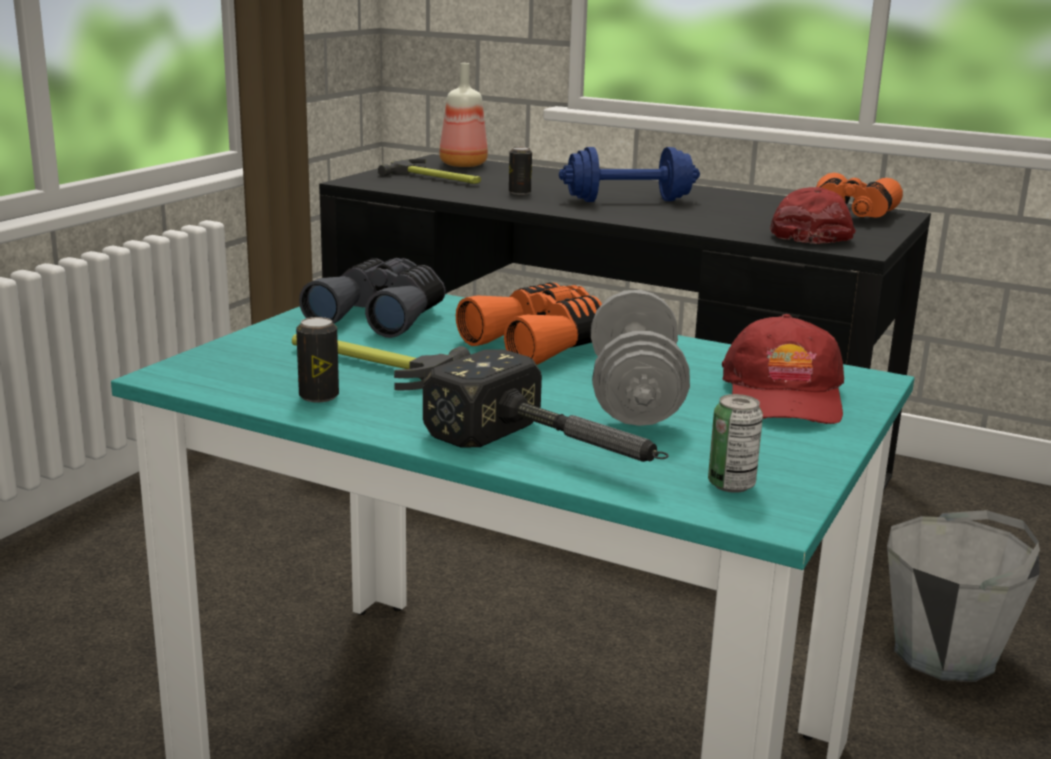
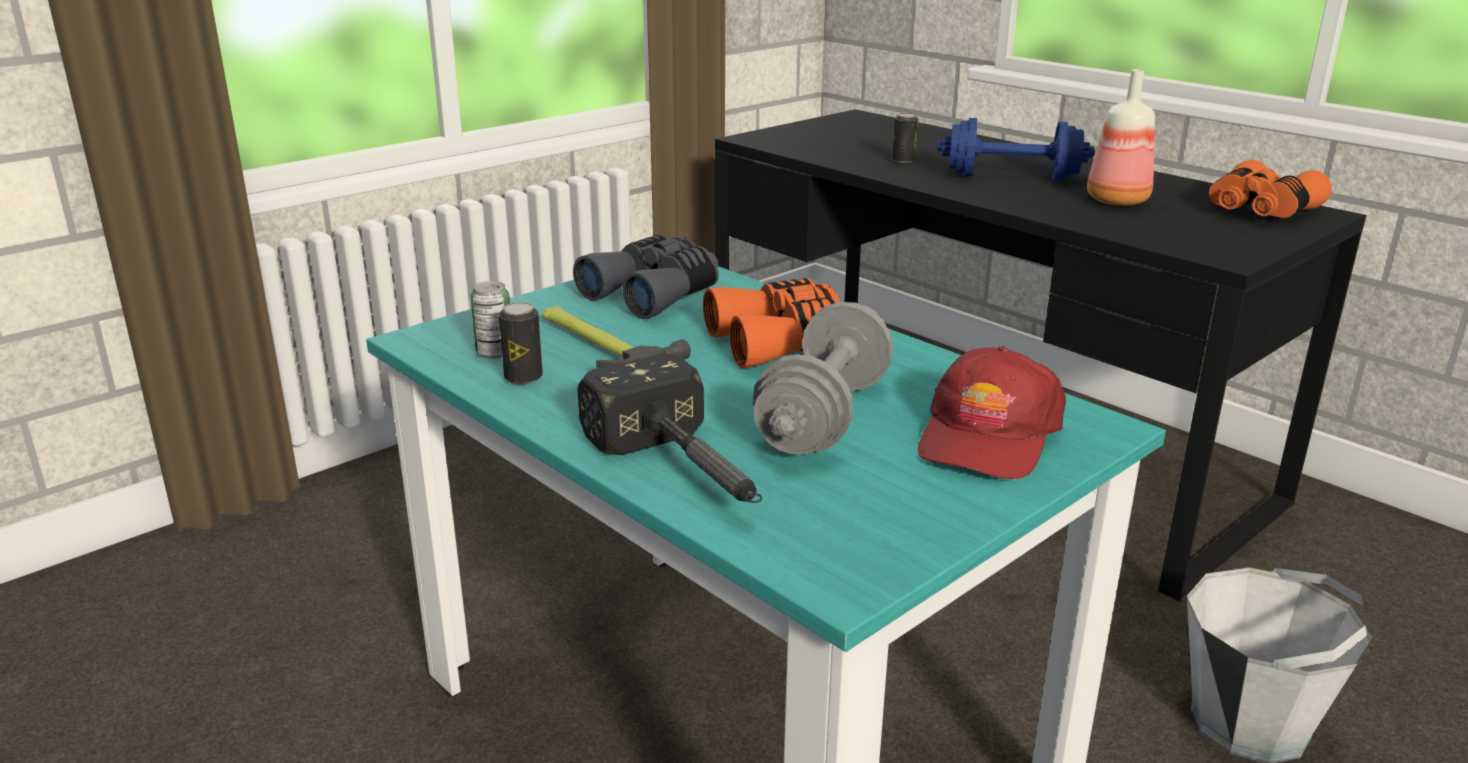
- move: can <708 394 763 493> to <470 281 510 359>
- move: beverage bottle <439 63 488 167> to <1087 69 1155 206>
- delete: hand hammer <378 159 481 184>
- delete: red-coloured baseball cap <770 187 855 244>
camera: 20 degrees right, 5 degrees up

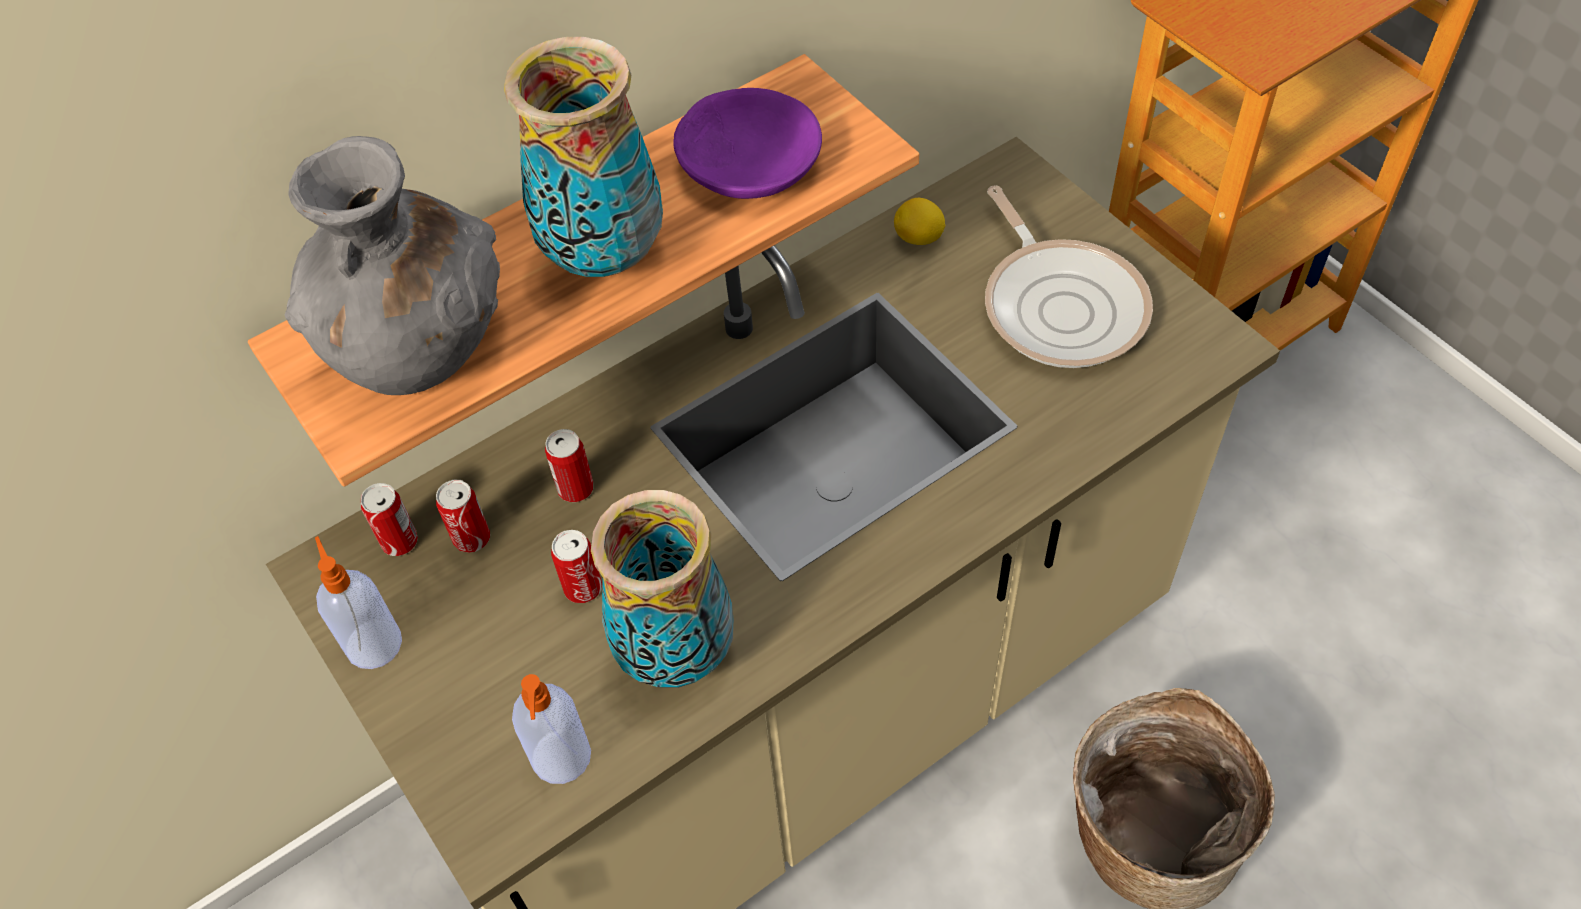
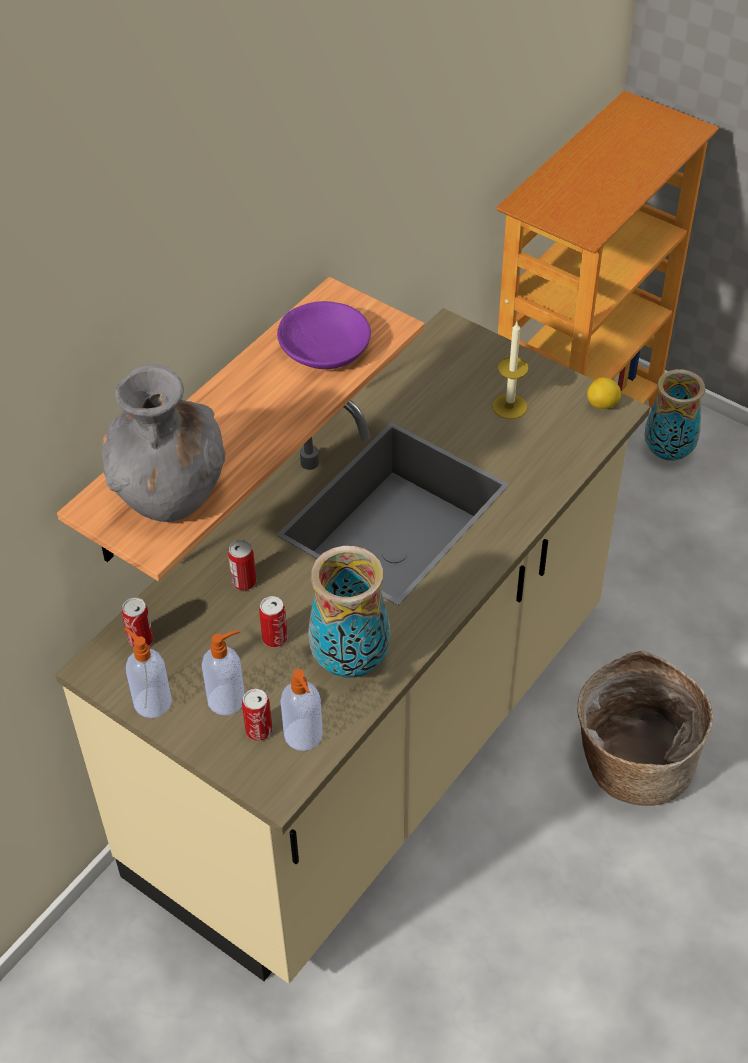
- insert: soap bottle <202 630 245 715>
- move: can <436 480 490 553> to <242 689 272 741>
- replace: skillet <985 185 1153 368> to candle <492 322 529 419>
- move: whole lemon <894 198 945 245> to <587 377 621 409>
- move: vase <504 37 663 277> to <644 369 705 460>
camera: 20 degrees left, 5 degrees down

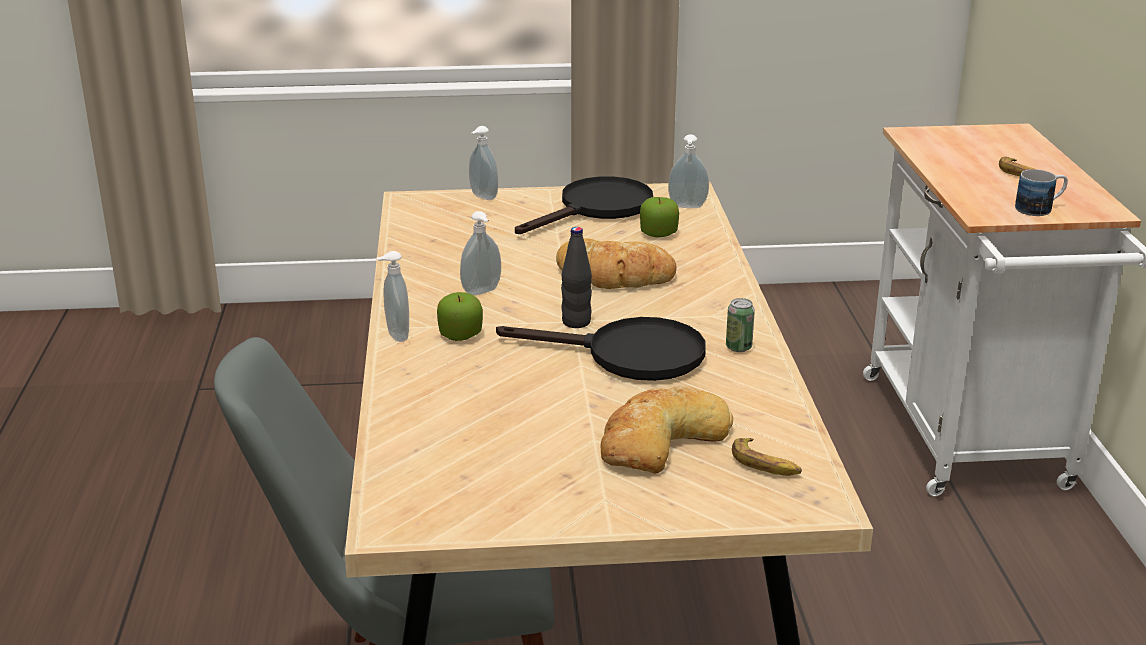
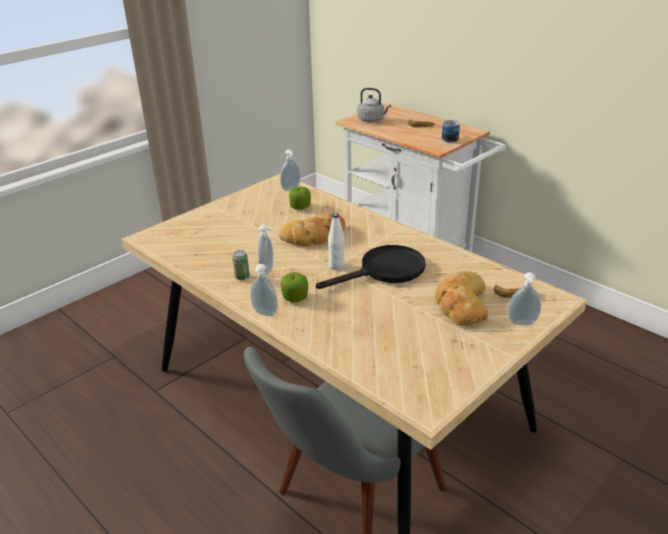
- move: can <726 298 755 352> to <232 250 250 280>
- recolor: blackish beverage bottle <561 227 592 328> to white beverage bottle <328 213 345 270>
- insert: gray kettle <357 88 391 122>
- move: soap bottle <469 126 498 200> to <508 272 541 325>
- delete: blackish skillet <515 176 653 234>
camera: 40 degrees left, 5 degrees up

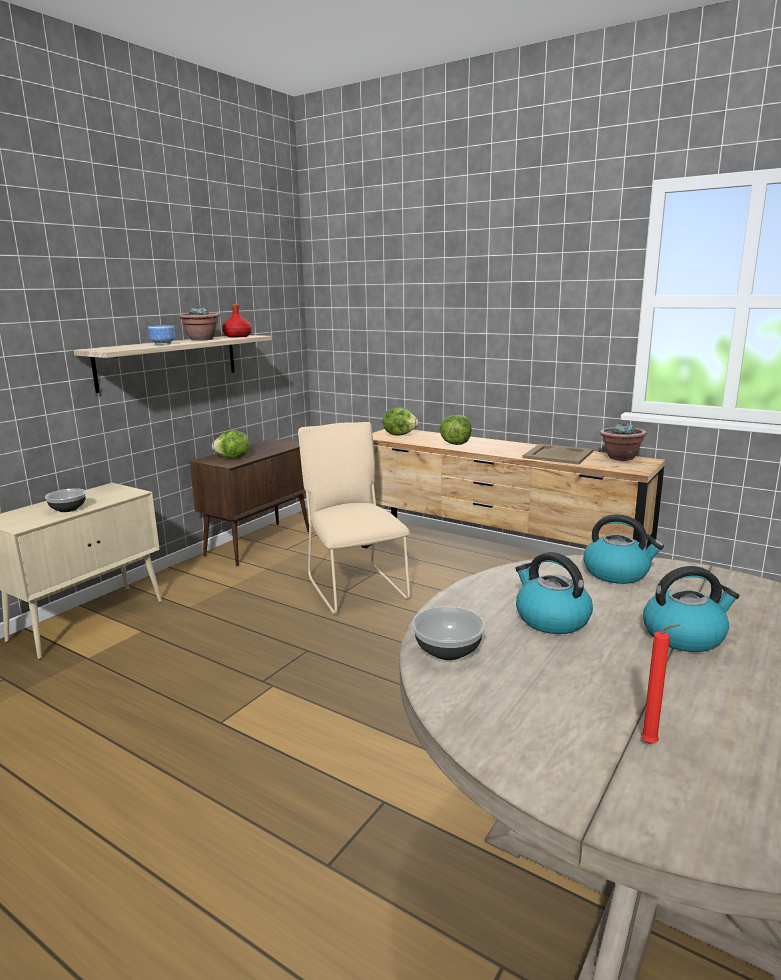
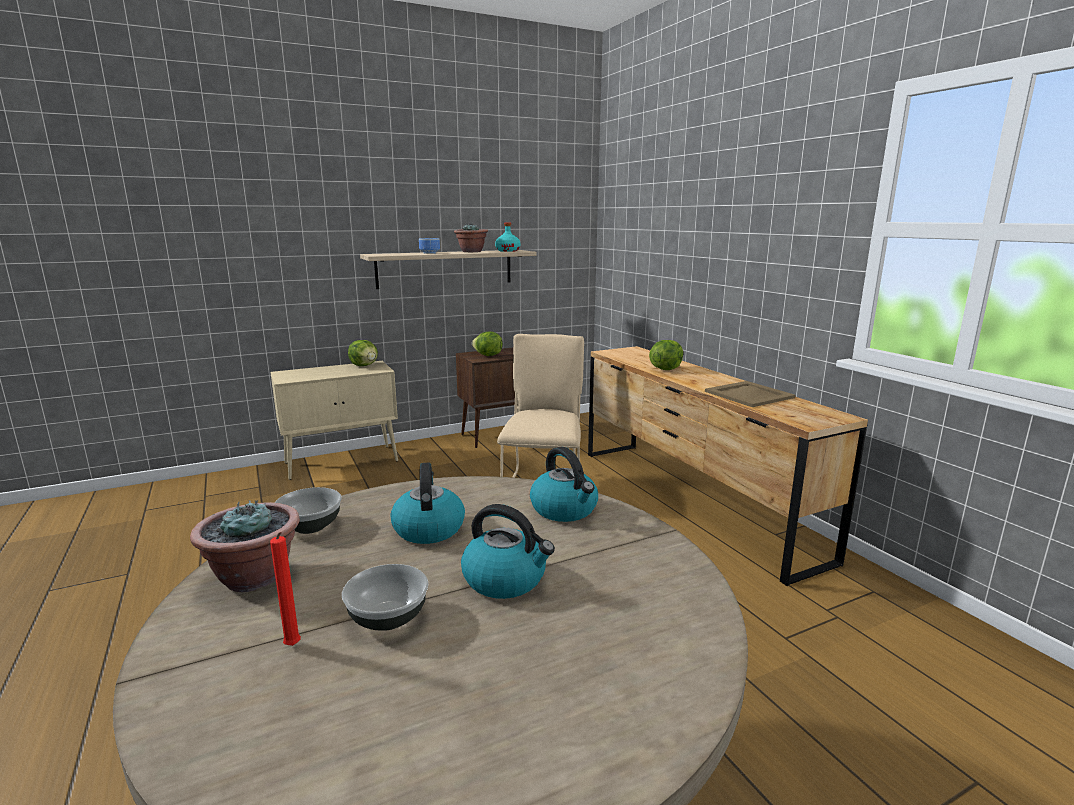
- move: potted plant <600 421 647 461> to <190 500 300 592>
- move: deep dish <45 488 86 512> to <342 564 429 631>
- move: lettuce <383 407 418 436> to <348 340 378 366>
- recolor: red-coloured beverage bottle <222 304 252 337> to blue-green beverage bottle <495 223 521 252>
camera: 30 degrees right, 0 degrees up

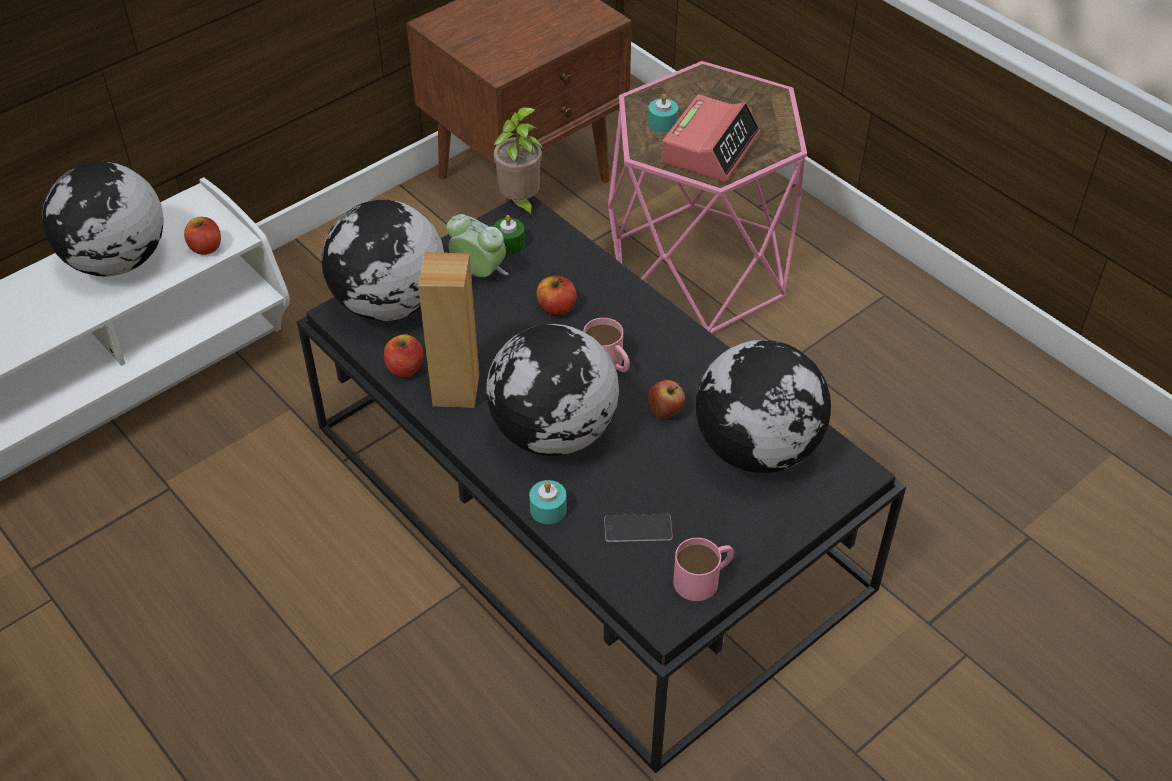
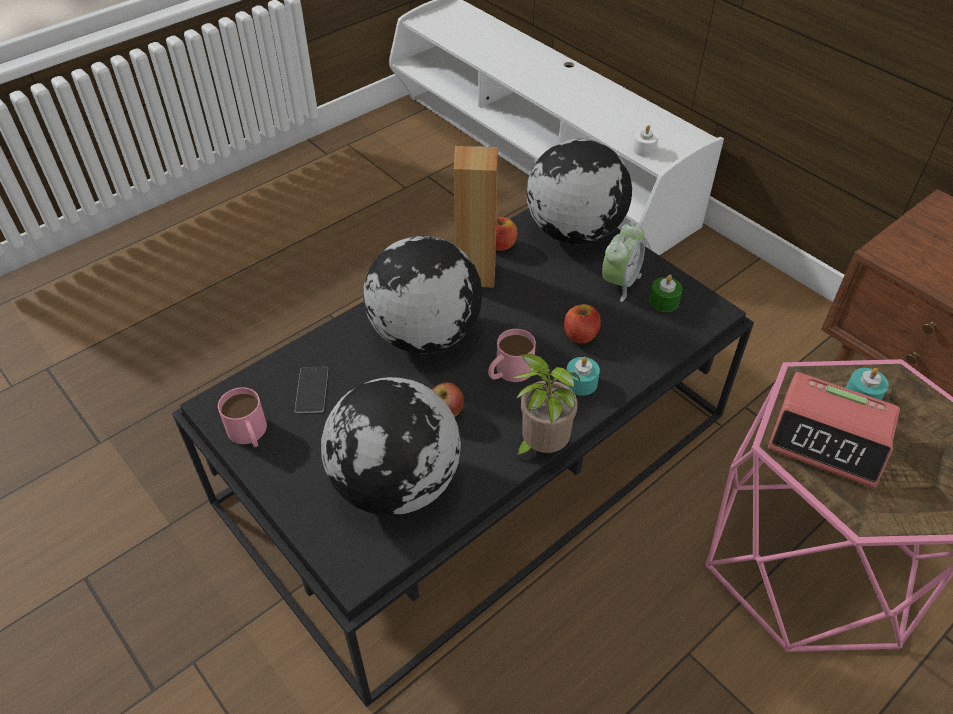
- move: potted plant <493 107 543 219> to <511 354 580 456>
- move: blue-green candle <529 480 567 524> to <565 357 600 396>
- replace: whole apple <184 217 221 255> to white candle <632 125 659 157>
- delete: desk globe <42 162 164 276>
camera: 90 degrees right, 0 degrees up

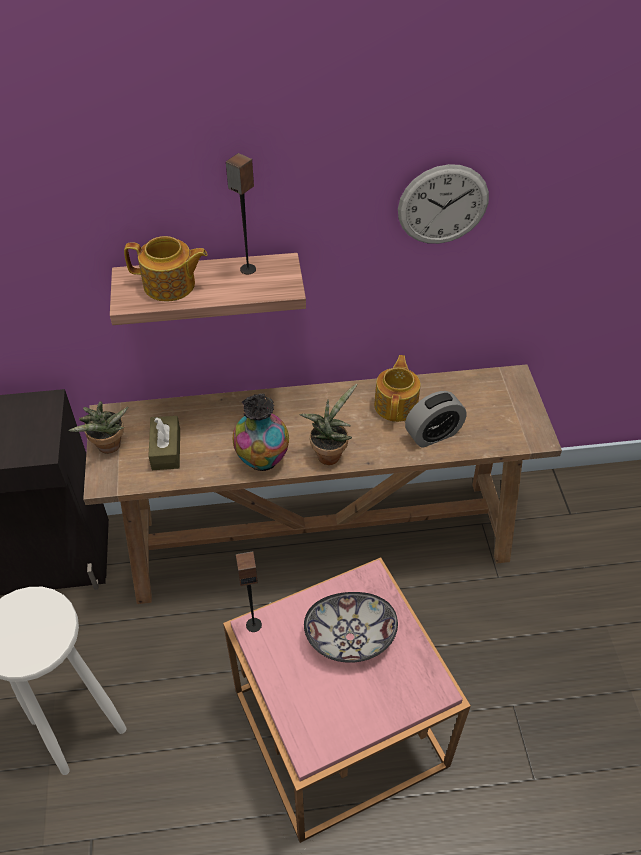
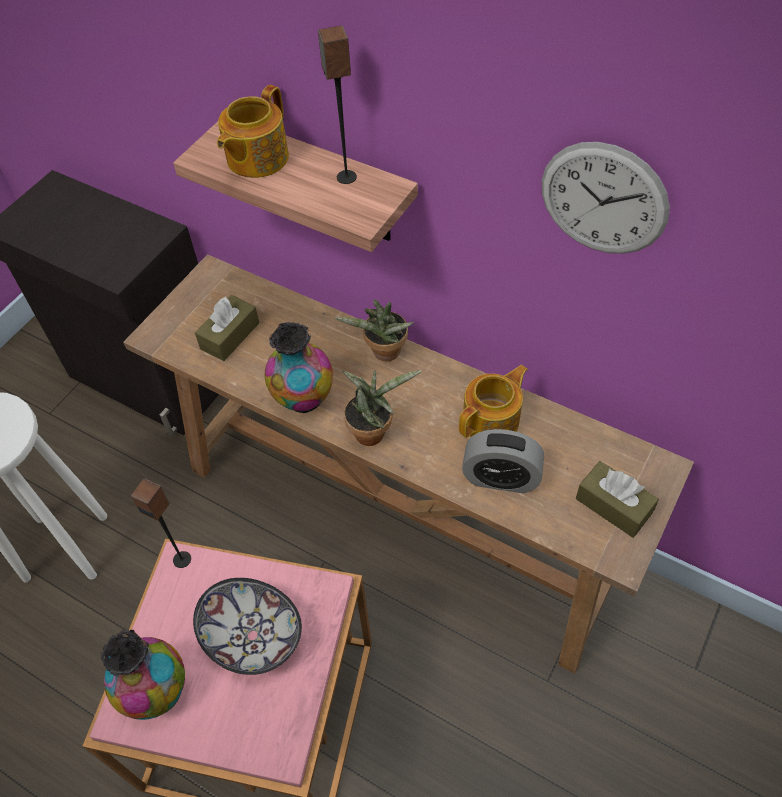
- insert: vase <101 630 185 720>
- rotate: teapot <124 236 208 302> = <217 85 289 178> 75 degrees clockwise
- move: potted plant <68 401 128 454> to <335 299 413 361>
- insert: brown-coloured tissue box <576 461 659 538>
camera: 40 degrees right, 5 degrees up

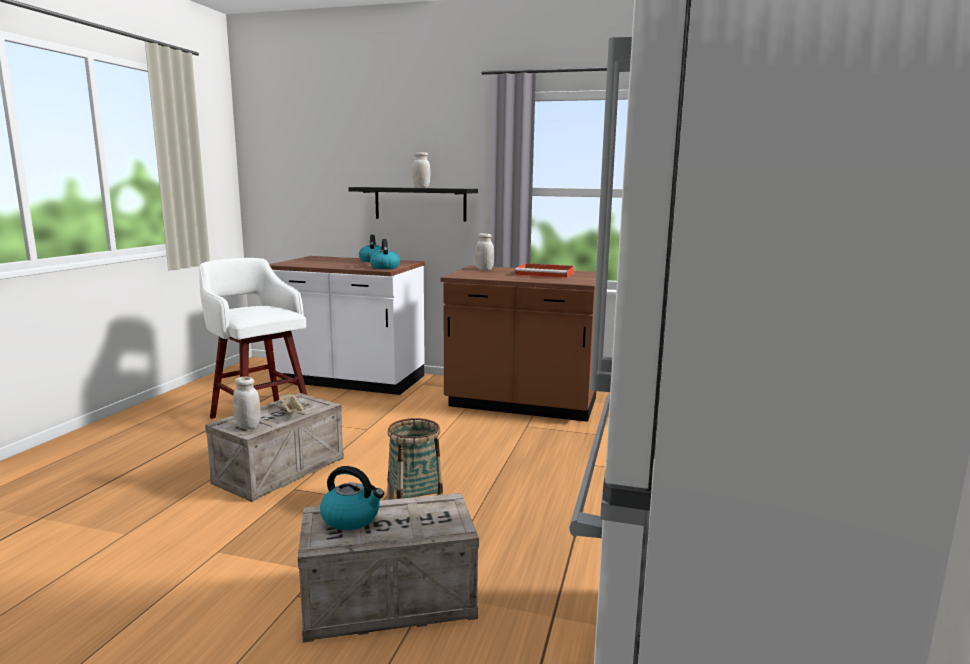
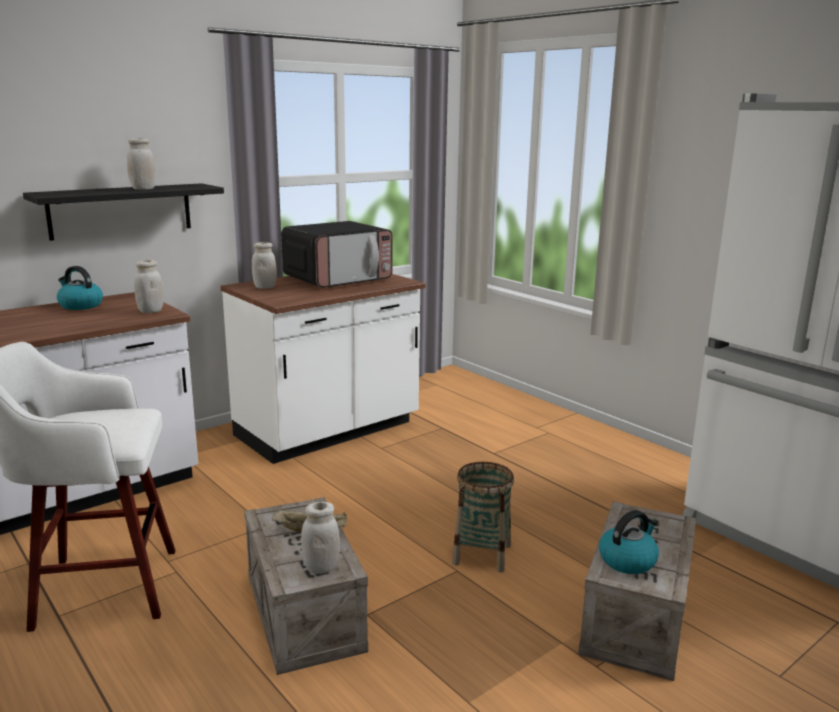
- replace: kettle <370 239 400 269> to white preserve jar <134 260 164 313>
- recolor: brown-coloured counter <441 266 596 422> to white counter <220 274 426 464>
- replace: red-coloured serving tray <515 263 575 278> to microwave <281 221 392 288>
camera: 55 degrees left, 5 degrees up

